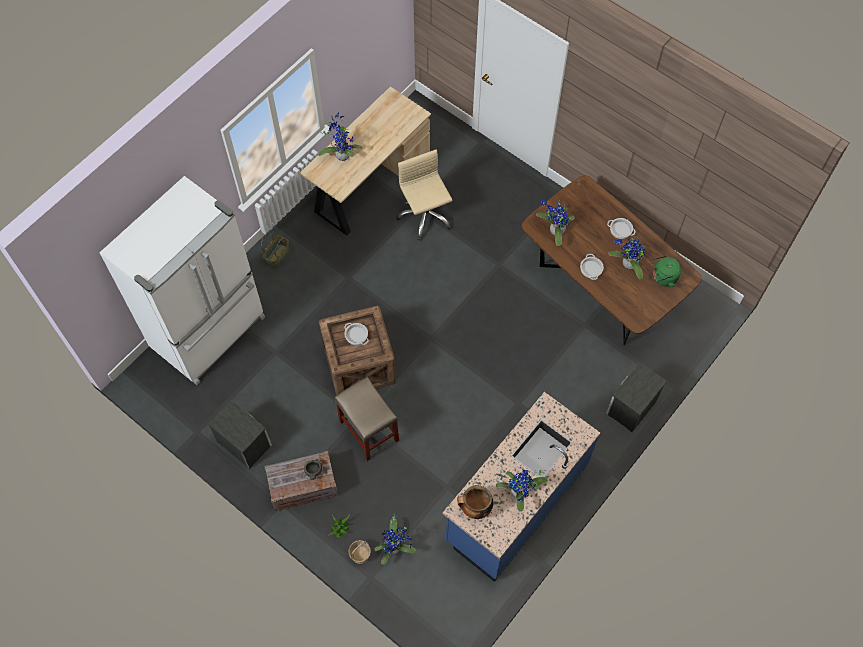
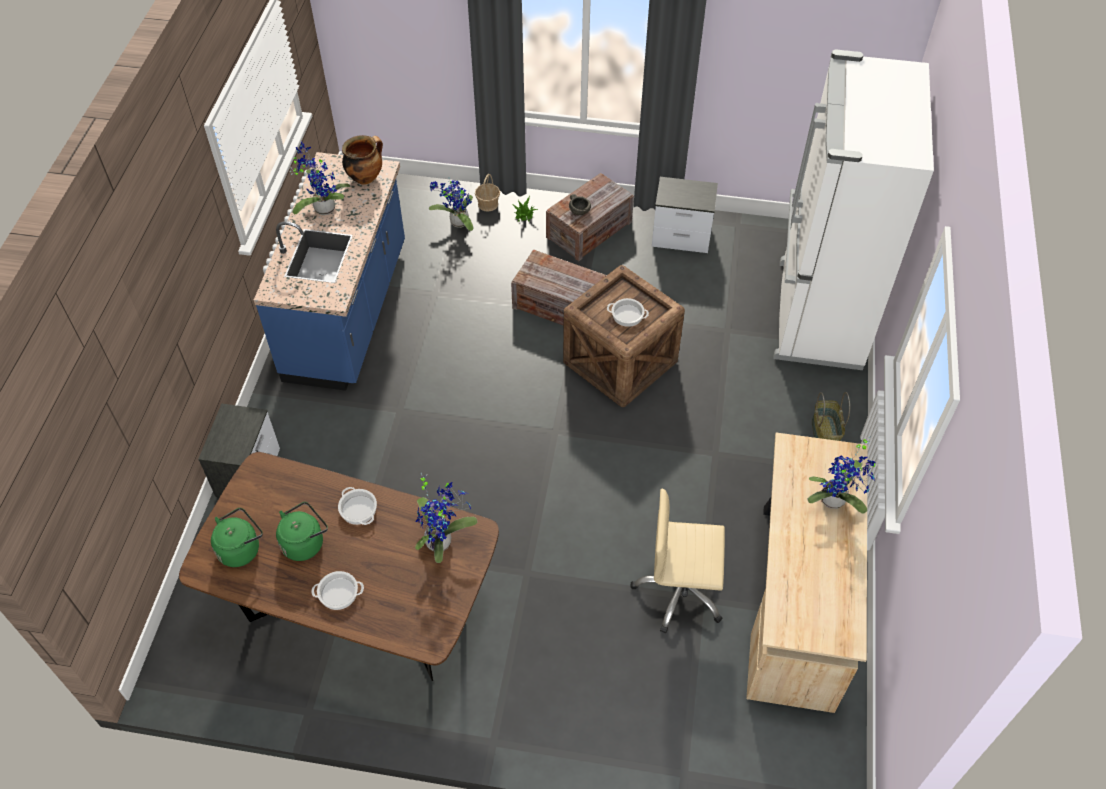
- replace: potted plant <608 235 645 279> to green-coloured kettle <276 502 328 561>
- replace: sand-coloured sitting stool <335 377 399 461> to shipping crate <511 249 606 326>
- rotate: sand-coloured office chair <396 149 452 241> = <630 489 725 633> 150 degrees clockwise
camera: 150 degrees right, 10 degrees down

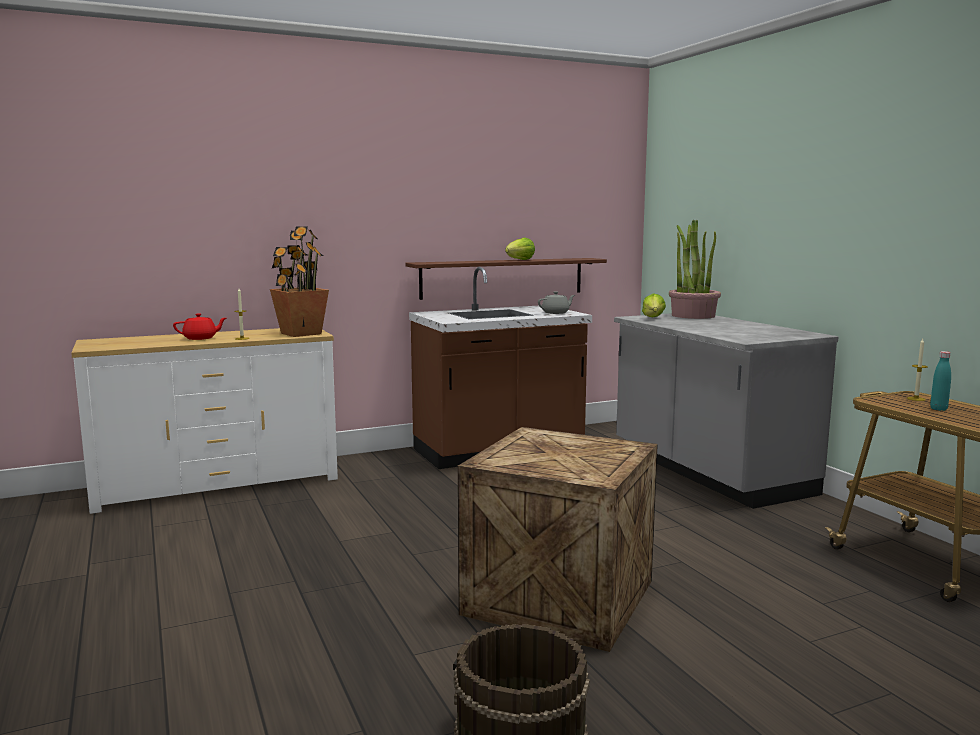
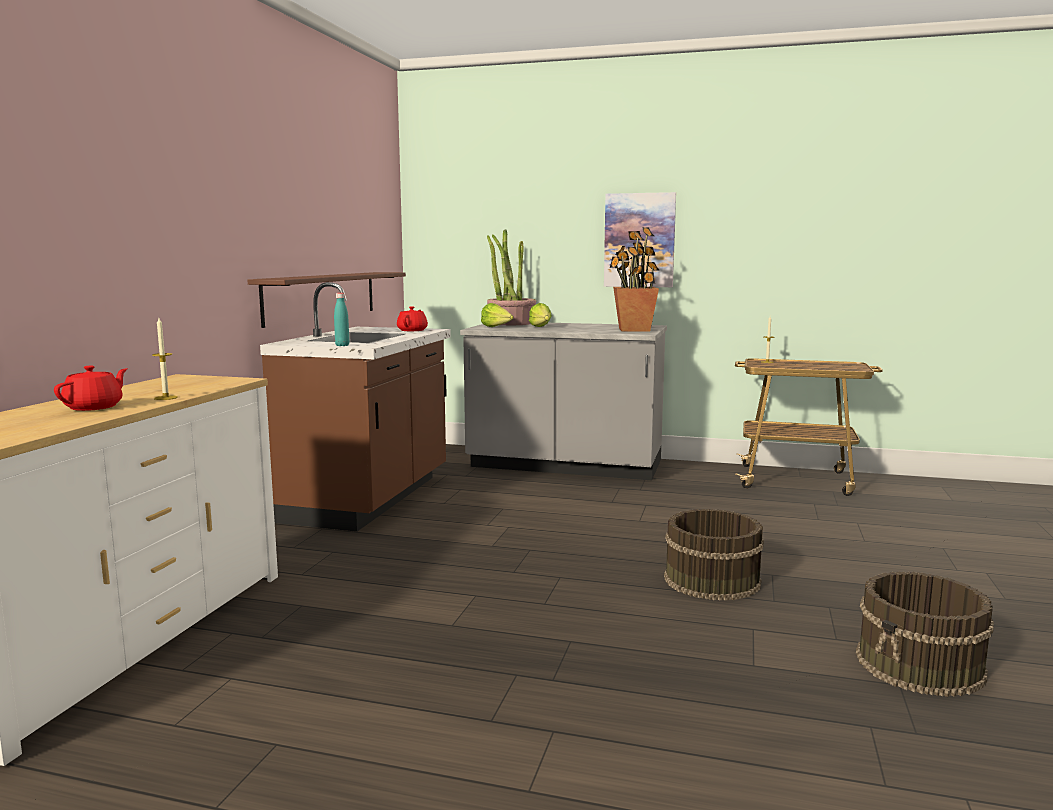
- move: blue-green beverage bottle <930 351 951 411> to <334 293 349 346>
- recolor: gray teapot <538 291 575 314> to red-coloured teapot <397 306 428 331>
- move: lettuce <505 237 535 260> to <529 303 552 327>
- insert: wall art <604 192 676 287>
- move: potted plant <270 226 329 337> to <610 227 659 332>
- replace: shipping crate <458 427 658 652> to brown-coloured water bucket <664 509 764 601>
camera: 50 degrees left, 0 degrees up

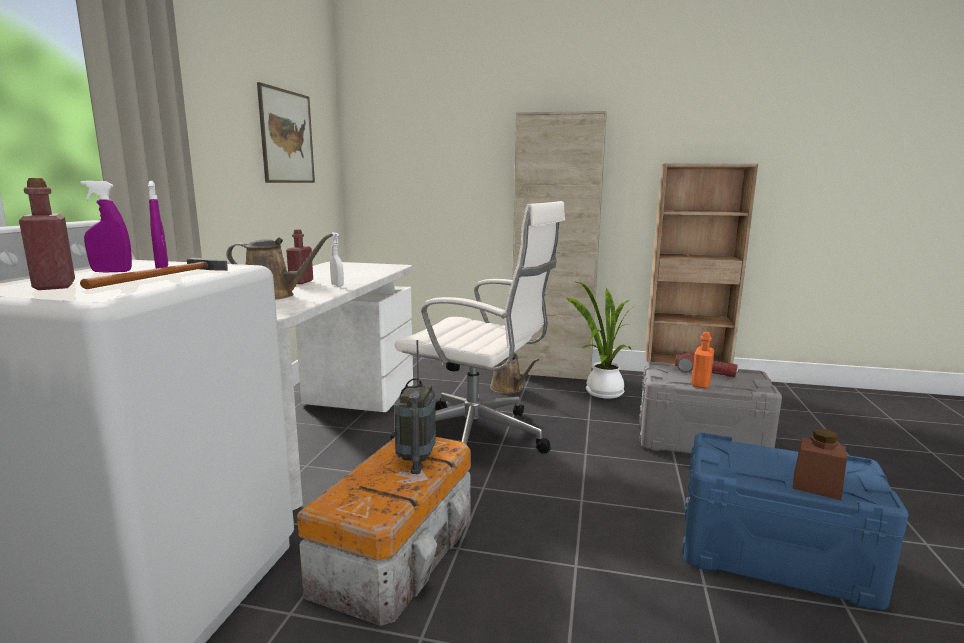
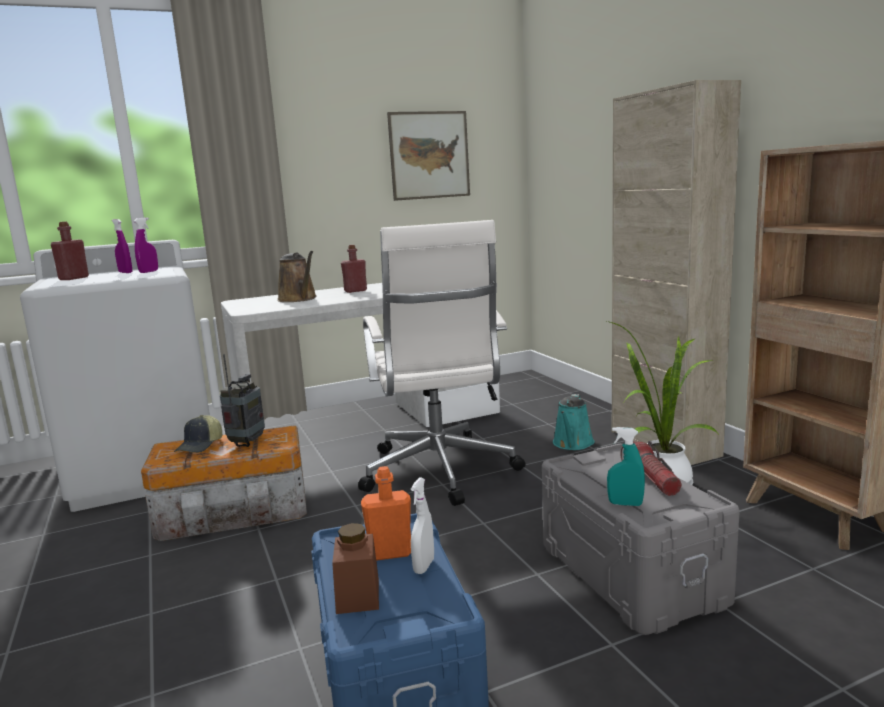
- insert: baseball cap <174 415 222 453>
- rotate: radio receiver <394 340 436 474> = <220 354 265 447> 135 degrees clockwise
- move: orange beverage bottle <691 332 714 388> to <361 466 411 561>
- move: white spray bottle <330 232 344 287> to <411 478 434 574>
- recolor: brown-coloured watering pot <490 352 539 394> to blue-green watering pot <553 394 595 450>
- insert: blue-green spray bottle <607 427 645 506>
- delete: hand hammer <80 258 228 289>
camera: 55 degrees right, 0 degrees up

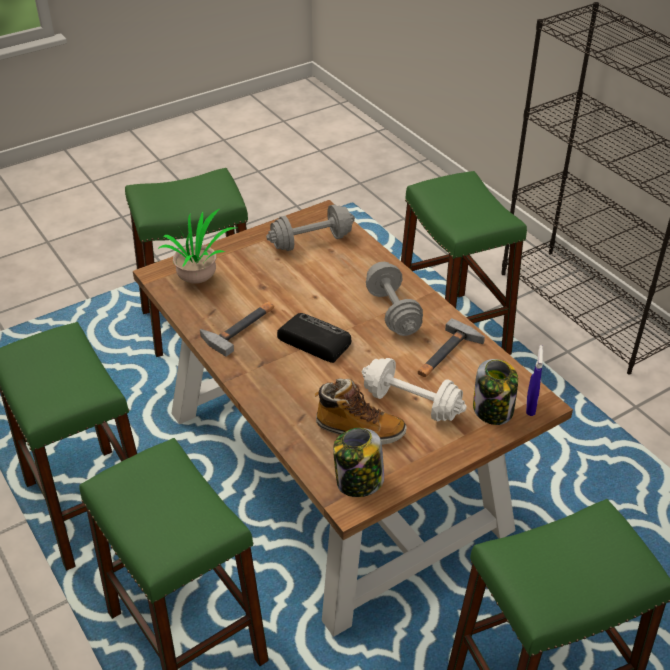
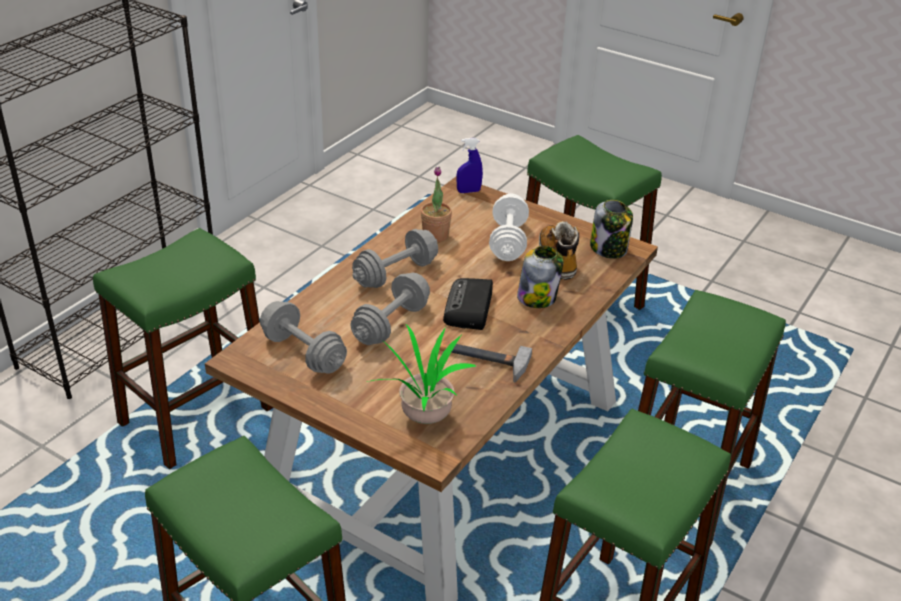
- insert: gray hand weight <350 273 430 345>
- replace: hand hammer <418 318 485 377> to potted plant <421 167 452 243>
- move: preserve jar <473 359 518 425> to <517 246 564 308>
camera: 115 degrees left, 5 degrees down

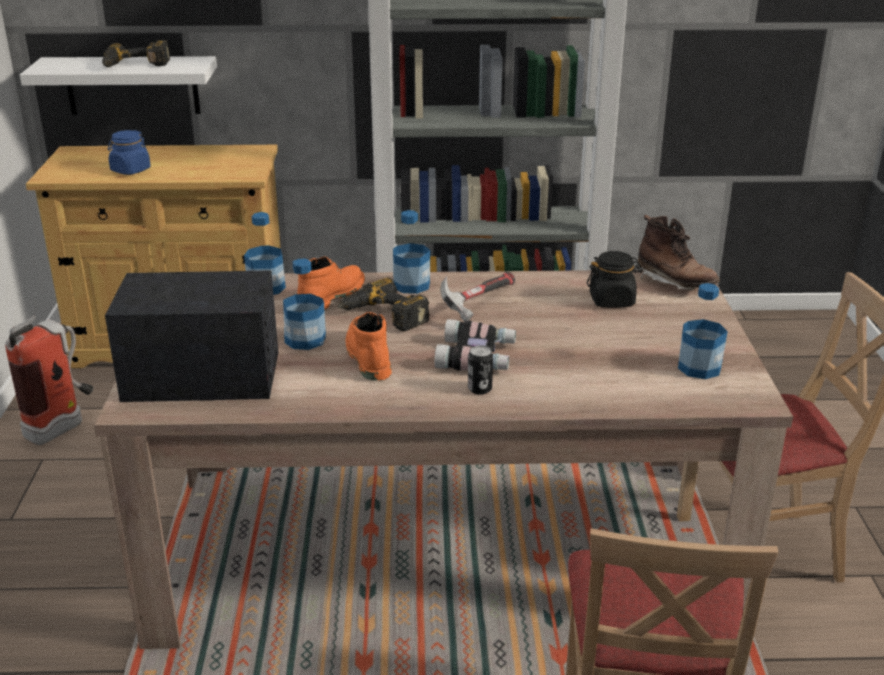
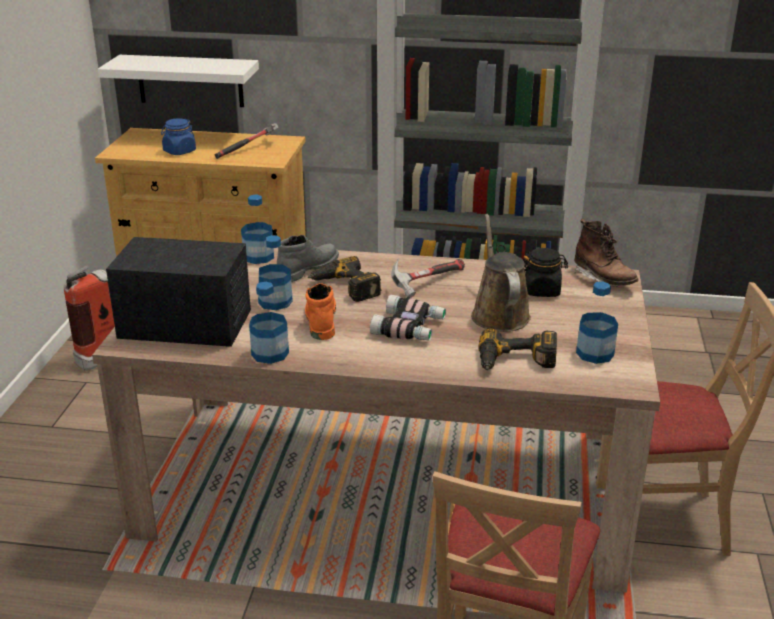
- insert: hand hammer <214 123 278 159>
- move: beverage bottle <393 210 430 294> to <249 282 289 364>
- recolor: orange tall boot <297 256 365 310> to gray tall boot <277 235 339 282>
- insert: brown-coloured watering pot <471 214 531 332>
- move: drill <102 40 170 67> to <478 328 557 370>
- delete: can <468 345 493 395>
camera: 10 degrees right, 0 degrees up

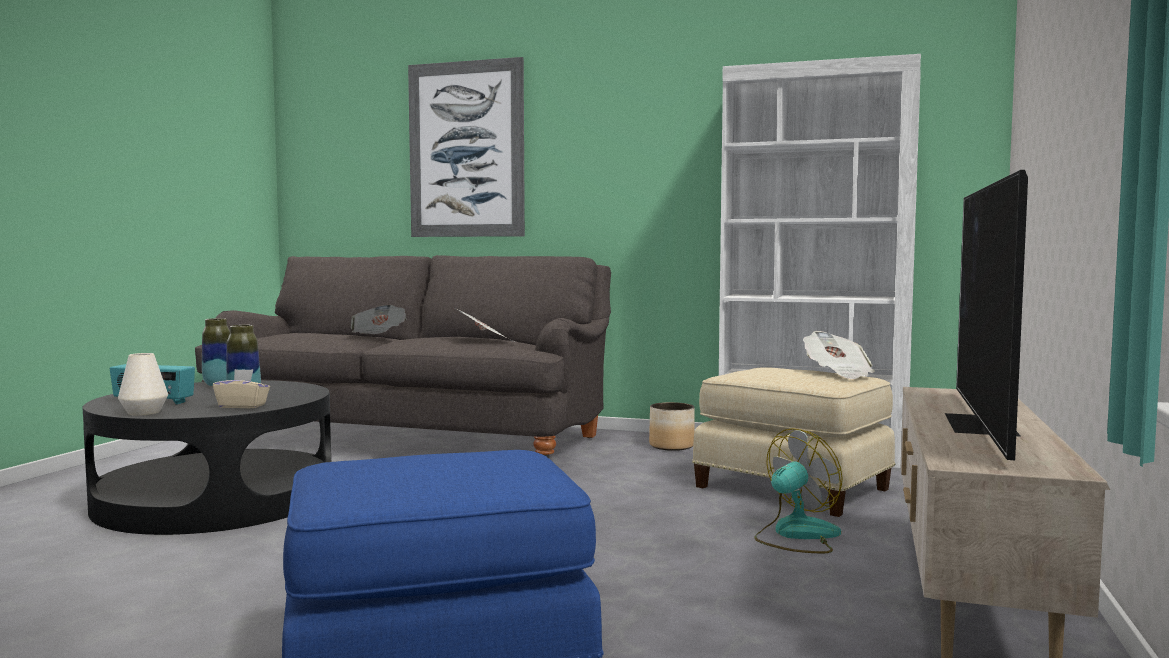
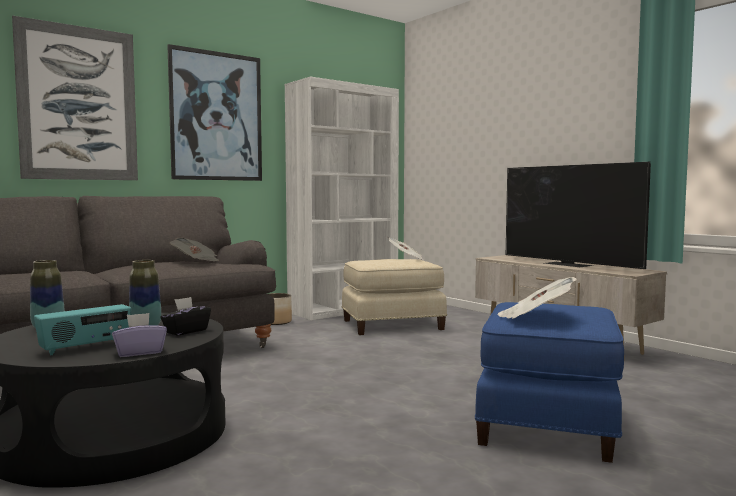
- replace: white vase <118 353 168 416> to purplish tissue box <112 313 167 357>
- recolor: sand-coloured tissue box <213 369 270 408> to blackish tissue box <160 297 211 336>
- insert: wall art <167 44 262 181>
- move: printed paper <351 305 406 334> to <497 277 577 319>
- delete: fan <754 428 843 553>
camera: 55 degrees left, 0 degrees up

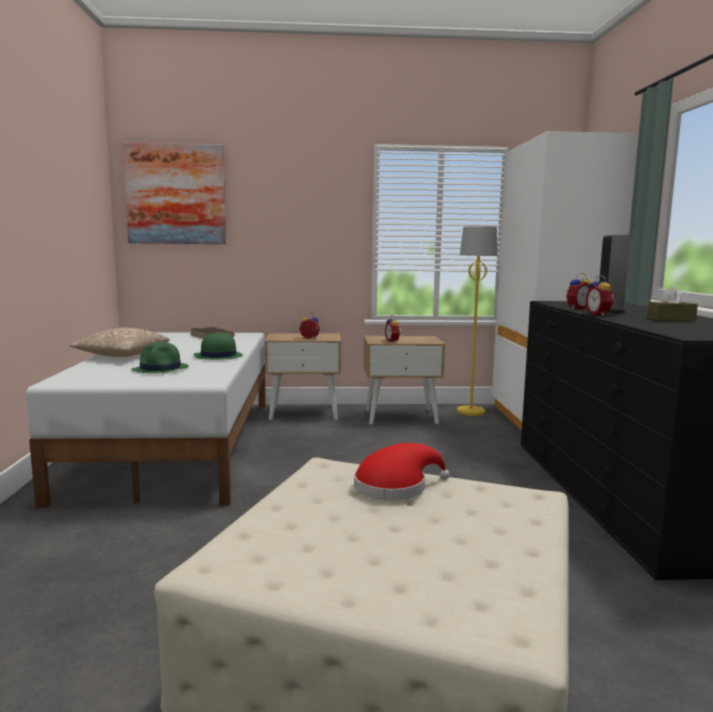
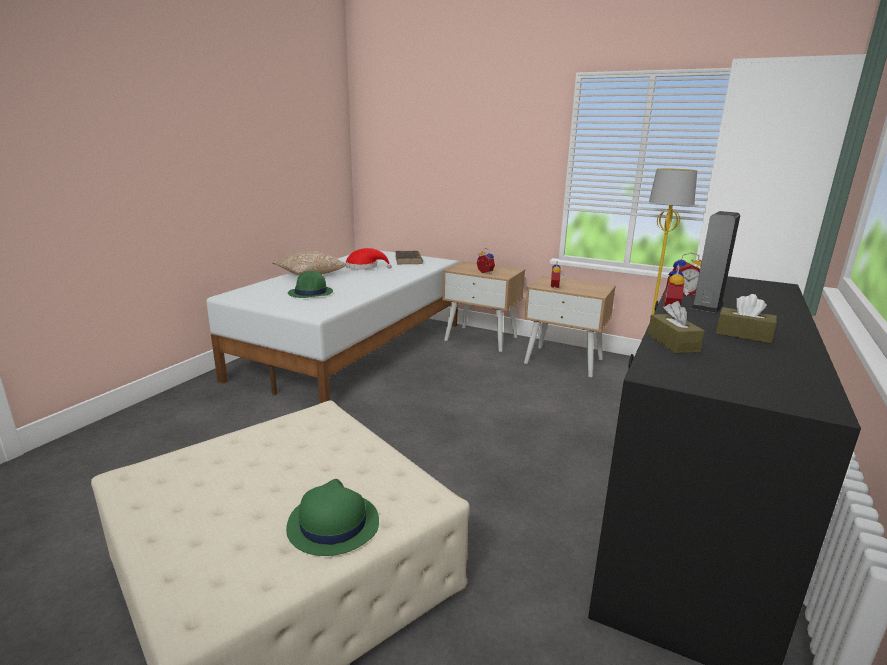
- move: green-coloured clothing hat <194 332 243 360> to <286 479 379 556>
- move: red-coloured clothing hat <354 443 450 500> to <345 248 392 269>
- insert: brown-coloured tissue box <648 301 705 354>
- delete: wall art <122 142 226 244>
camera: 30 degrees right, 10 degrees up

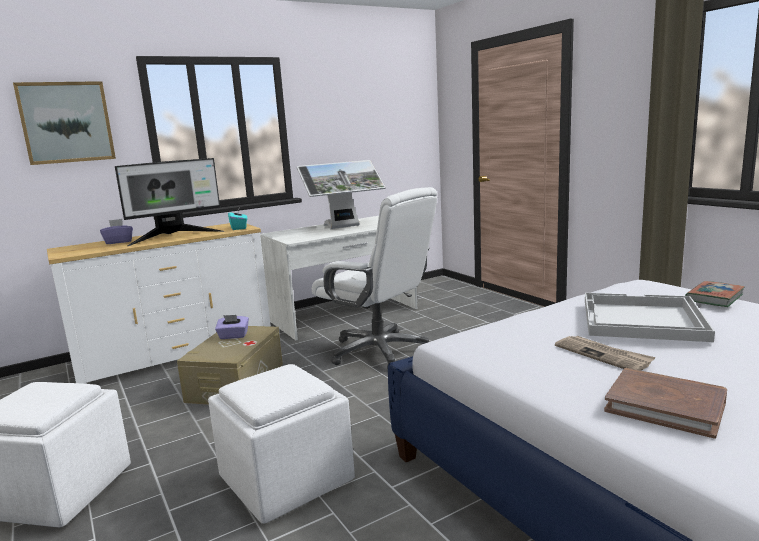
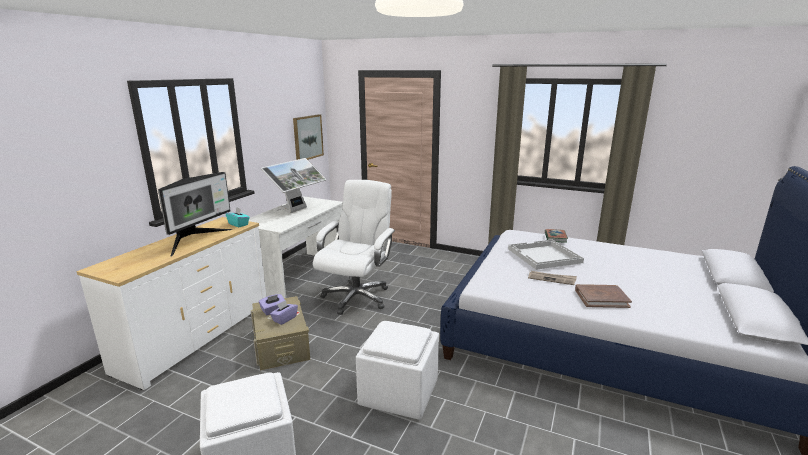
- move: purplish tissue box <100 219 133 244> to <270 300 298 325>
- move: wall art <13 81 116 165> to <293 114 324 160>
- rotate: white office chair <312 187 437 369> = <313 180 395 315> 75 degrees counterclockwise
camera: 35 degrees left, 5 degrees up

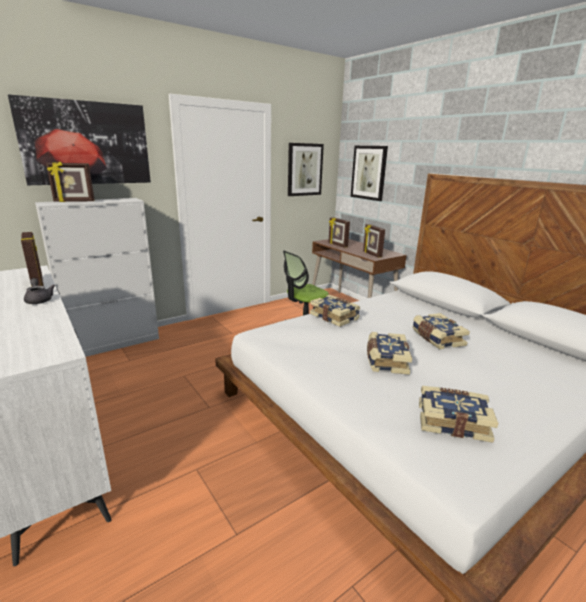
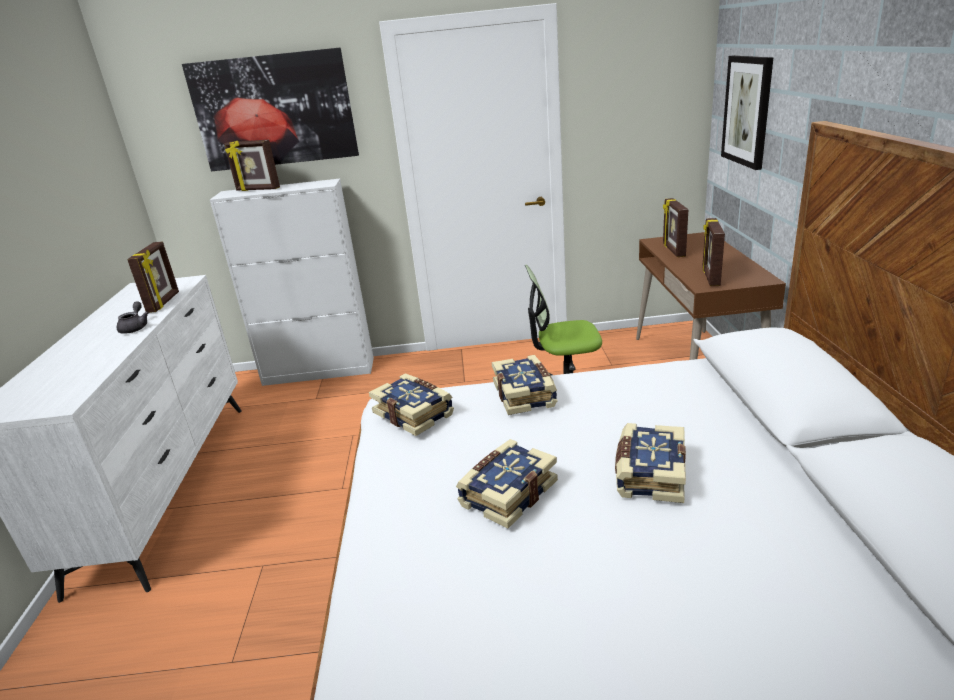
- move: bound book <419 386 498 443> to <369 373 454 436>
- delete: wall art <288 143 324 196>
camera: 35 degrees right, 5 degrees up

